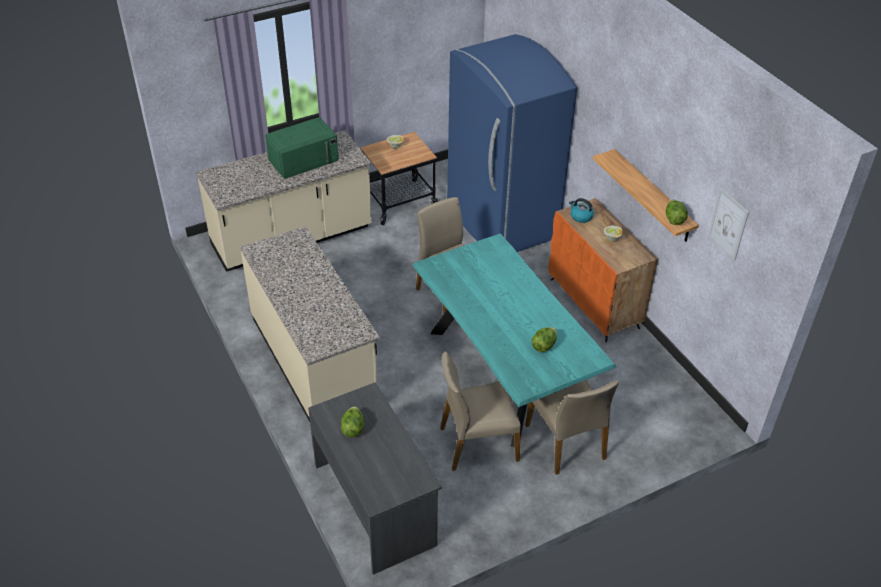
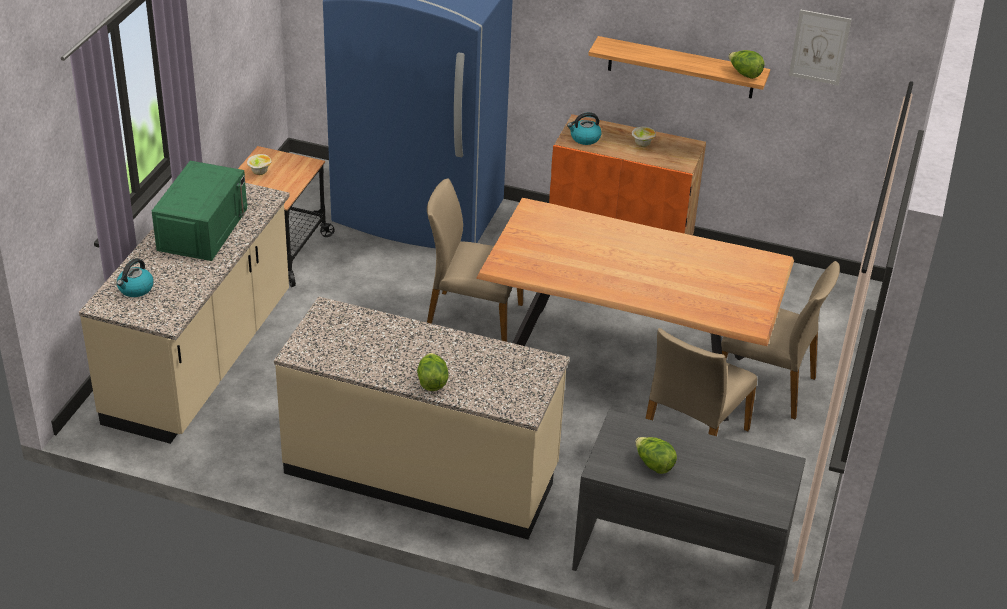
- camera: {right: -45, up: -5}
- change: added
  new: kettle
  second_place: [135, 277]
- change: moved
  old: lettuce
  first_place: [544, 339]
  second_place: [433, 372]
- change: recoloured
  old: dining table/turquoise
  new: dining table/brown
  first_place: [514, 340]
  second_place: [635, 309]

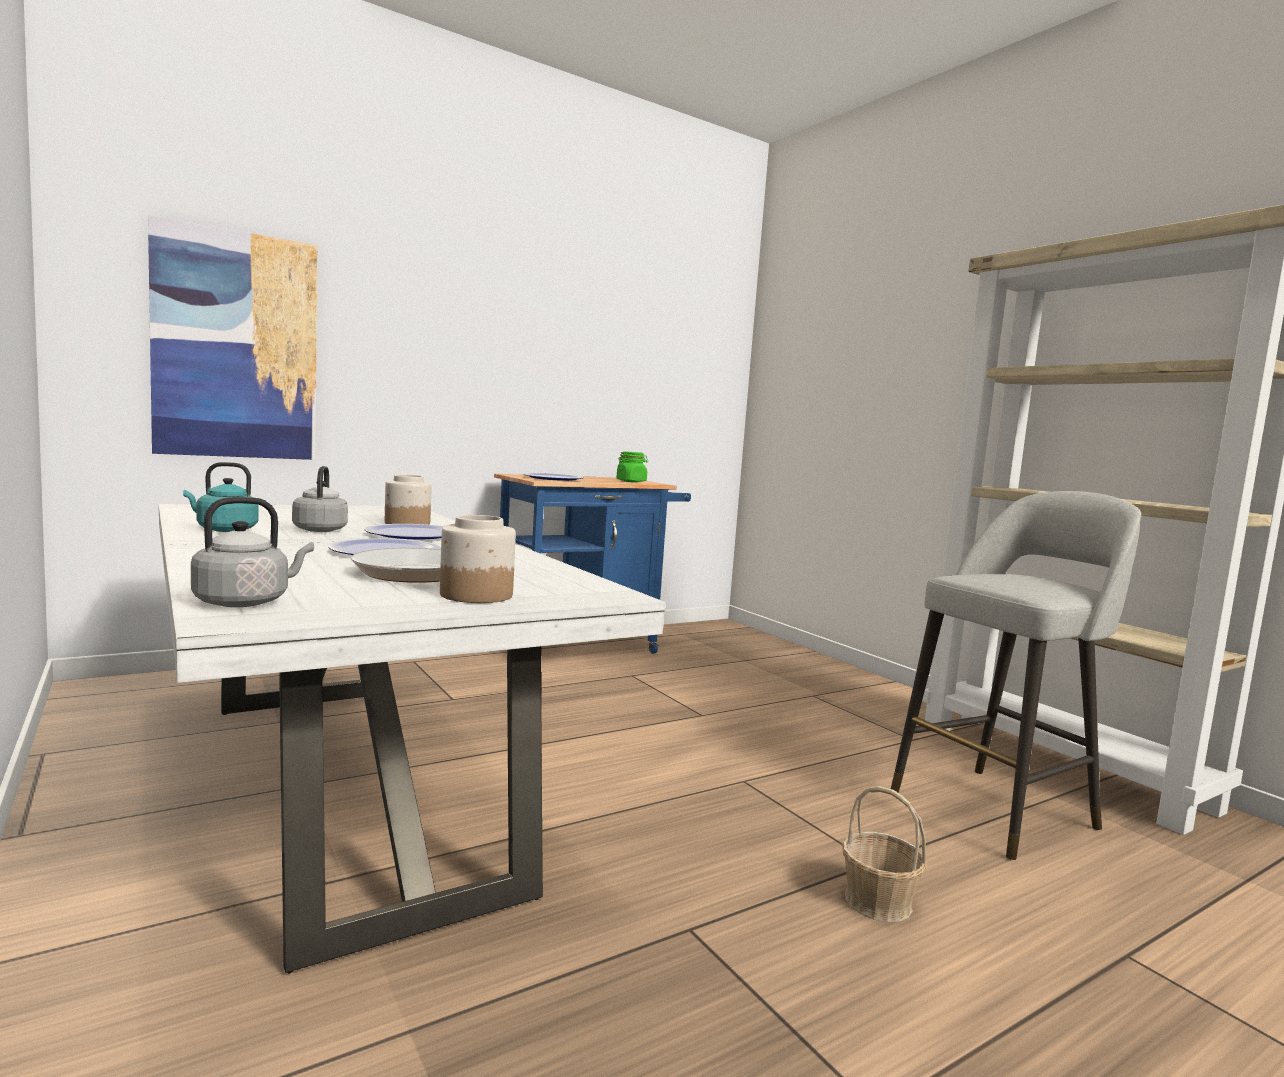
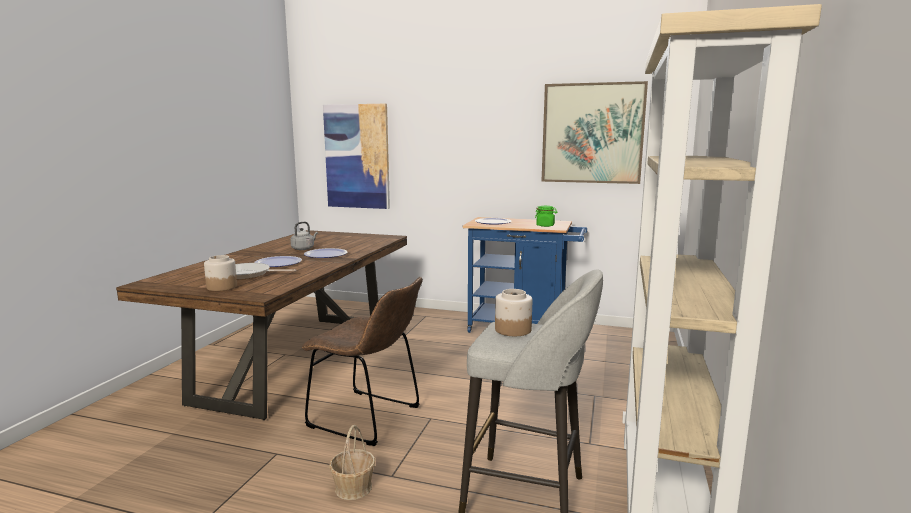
- camera: {right: 50, up: 5}
- change: removed
  old: kettle/turquoise
  first_place: [220, 497]
- change: removed
  old: kettle/grey
  first_place: [252, 552]
- change: added
  new: chair/brown
  second_place: [362, 361]
- change: added
  new: picture
  second_place: [594, 132]
- change: moved
  old: jar
  first_place: [408, 500]
  second_place: [513, 312]
- change: recoloured
  old: dining table/white
  new: dining table/brown
  first_place: [411, 738]
  second_place: [261, 325]

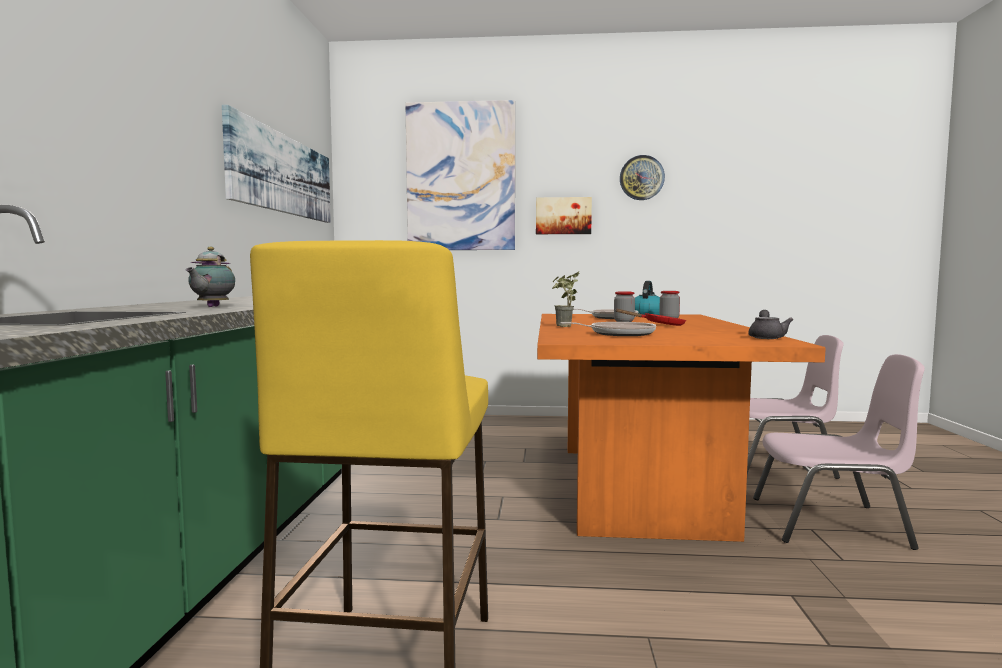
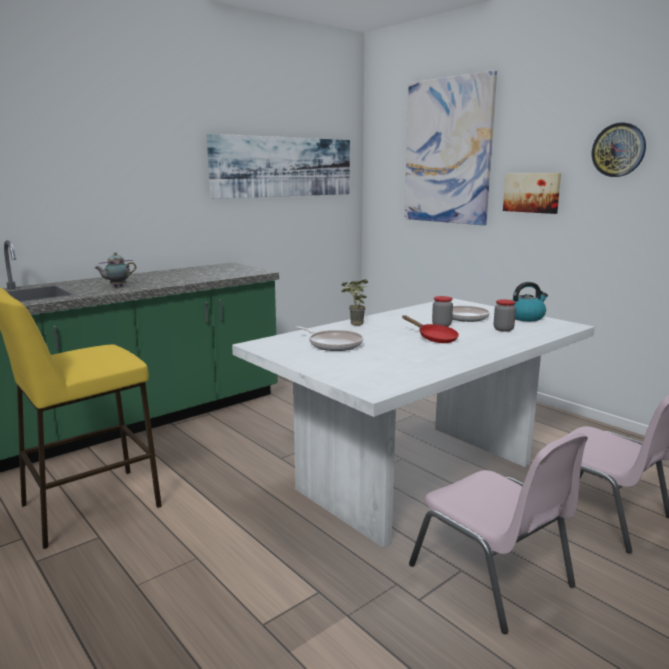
- camera: {right: 45, up: 10}
- change: removed
  old: teapot/grey
  first_place: [770, 324]
- change: recoloured
  old: dining table/orange
  new: dining table/white
  first_place: [681, 428]
  second_place: [413, 423]

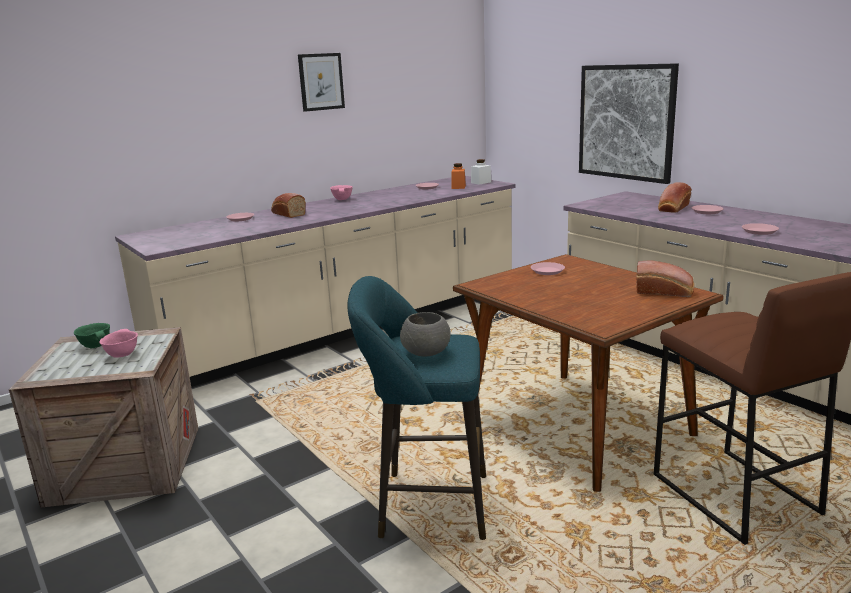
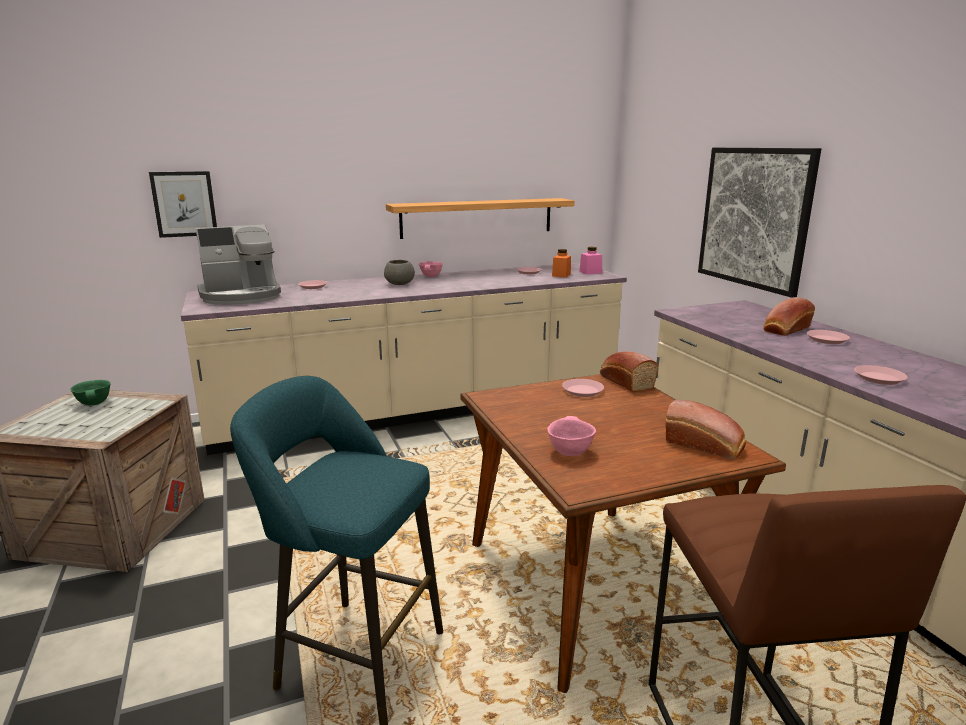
- camera: {right: 15, up: 0}
- change: added
  new: coffee machine
  second_place: [238, 265]
- change: added
  new: shelf
  second_place: [480, 218]
- change: moved
  old: bowl/pink
  first_place: [119, 343]
  second_place: [571, 436]
- change: moved
  old: bread
  first_place: [288, 205]
  second_place: [629, 372]
- change: moved
  old: picture
  first_place: [321, 82]
  second_place: [183, 204]
- change: moved
  old: bowl/grey
  first_place: [425, 334]
  second_place: [399, 272]
- change: recoloured
  old: jar/white
  new: jar/pink
  first_place: [481, 172]
  second_place: [590, 261]

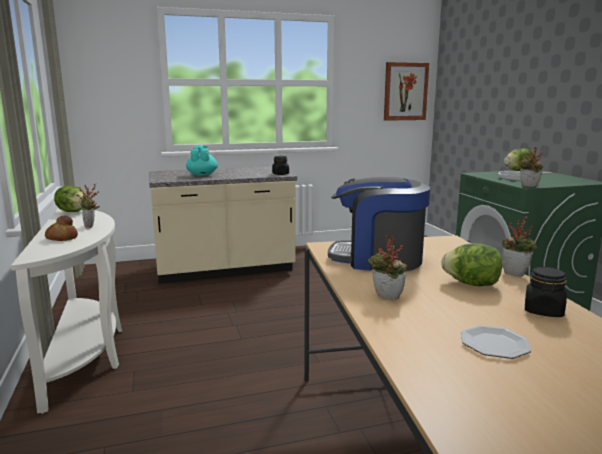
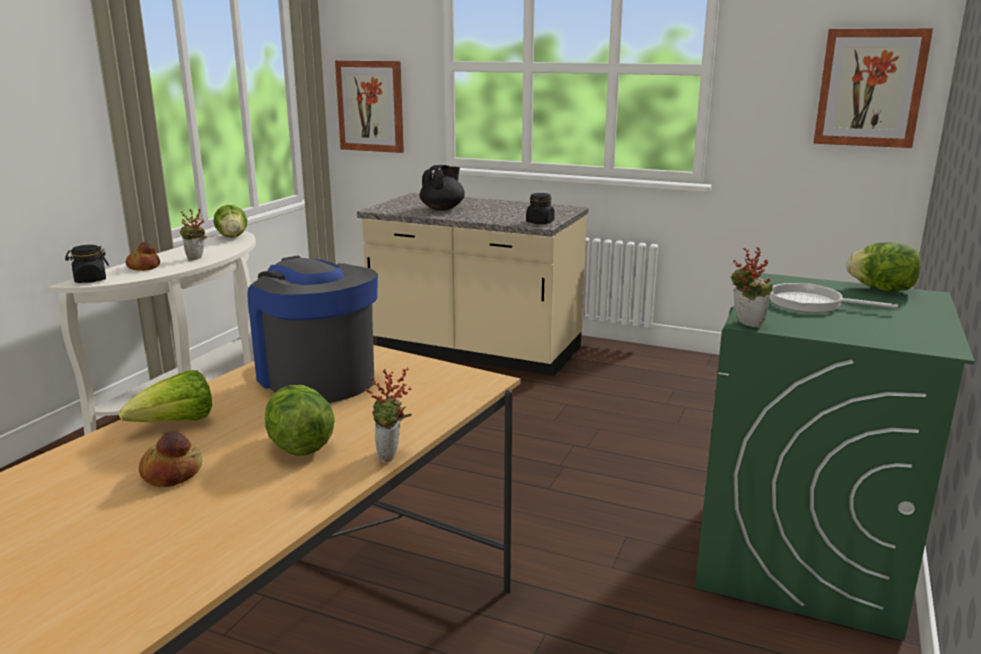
- camera: {right: 40, up: 5}
- change: removed
  old: plate
  first_place: [496, 342]
- change: added
  new: bread
  second_place: [170, 459]
- change: added
  new: picture
  second_place: [369, 106]
- change: moved
  old: jar/black
  first_place: [546, 291]
  second_place: [87, 264]
- change: replaced
  old: potted plant
  new: lettuce
  first_place: [387, 267]
  second_place: [165, 396]
- change: recoloured
  old: teapot/turquoise
  new: teapot/black
  first_place: [202, 160]
  second_place: [442, 187]

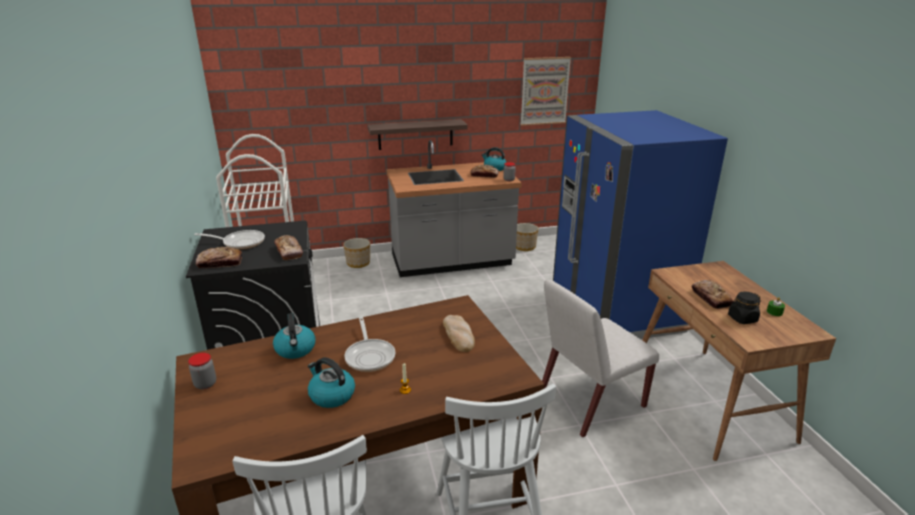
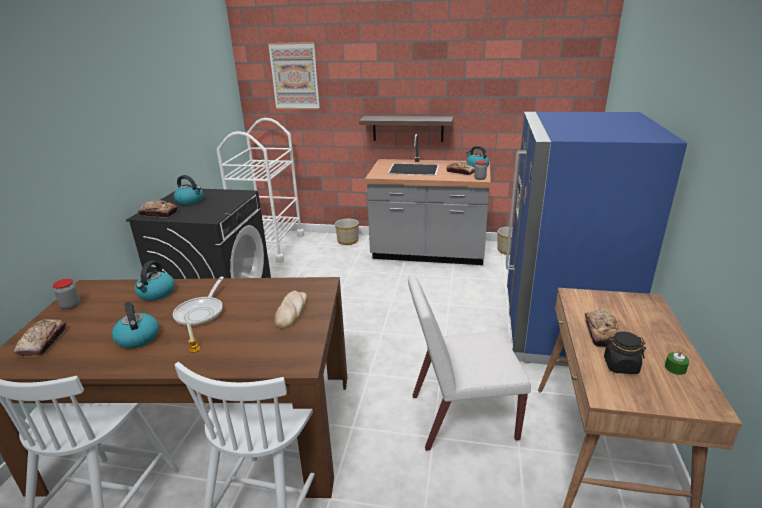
- camera: {right: 25, up: 0}
- change: moved
  old: bread
  first_place: [288, 247]
  second_place: [40, 338]
- change: moved
  old: picture
  first_place: [545, 91]
  second_place: [294, 75]
- change: replaced
  old: frying pan
  new: kettle
  first_place: [229, 240]
  second_place: [189, 190]

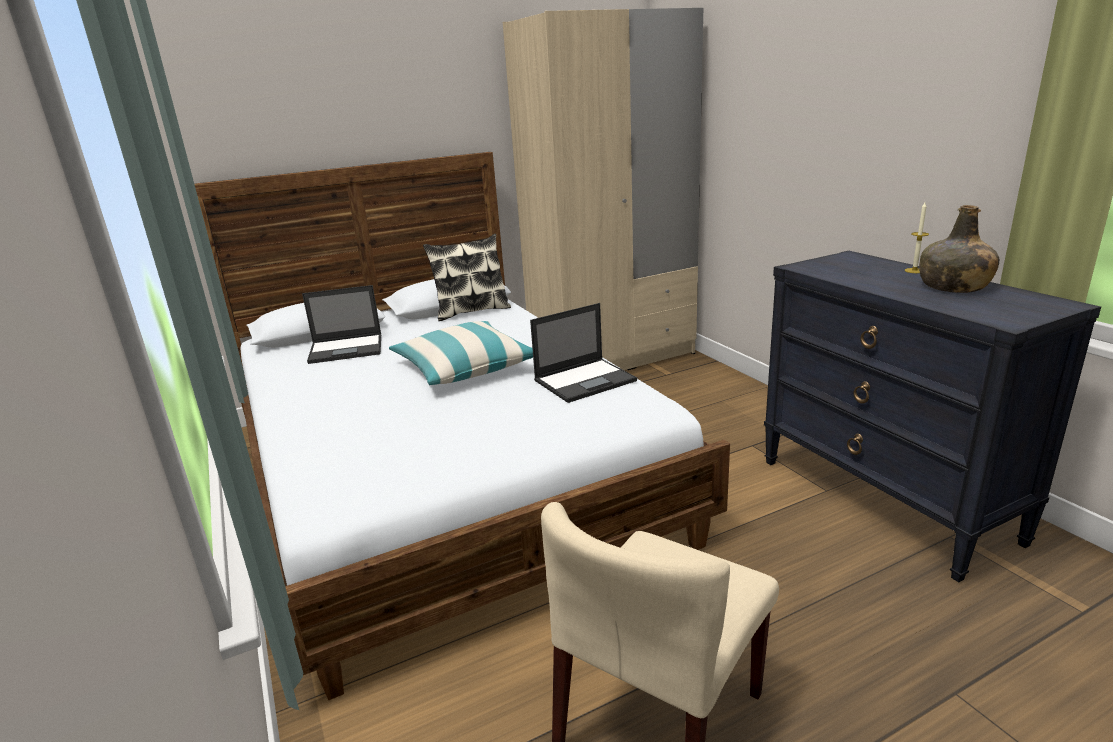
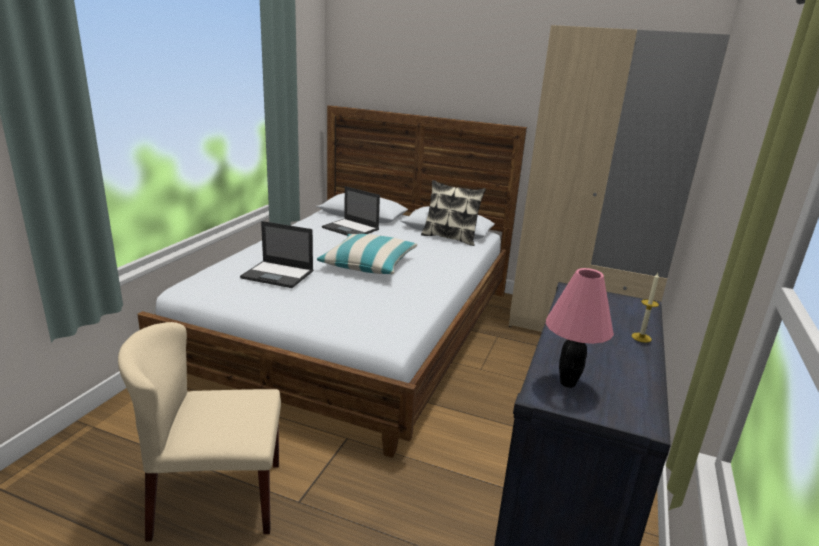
- camera: {right: 45, up: 0}
- change: removed
  old: bottle/green
  first_place: [959, 249]
- change: added
  new: table lamp/pink
  second_place: [580, 328]
- change: moved
  old: laptop
  first_place: [583, 353]
  second_place: [276, 254]

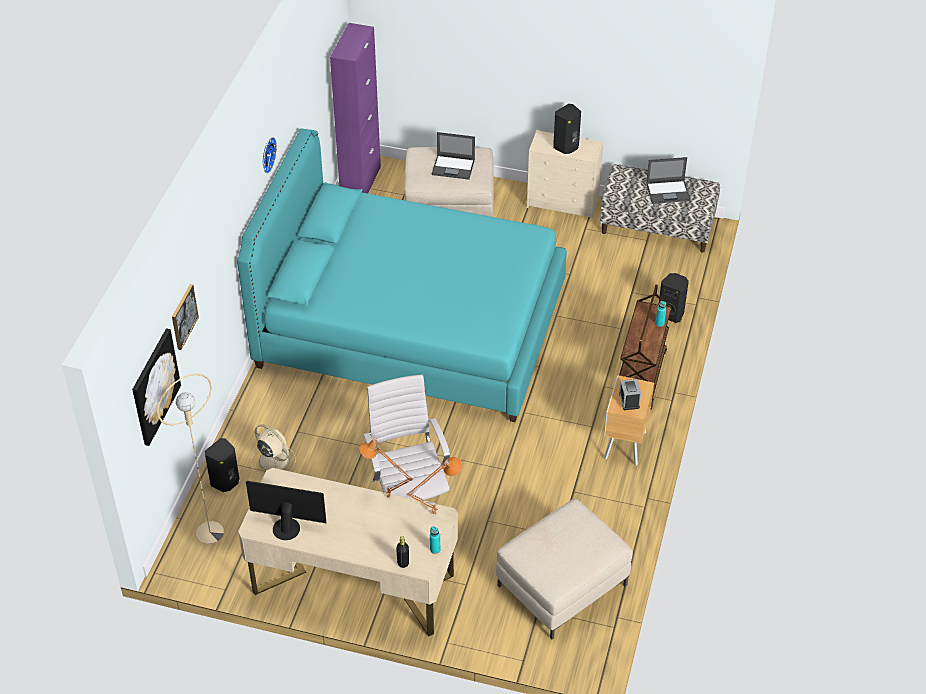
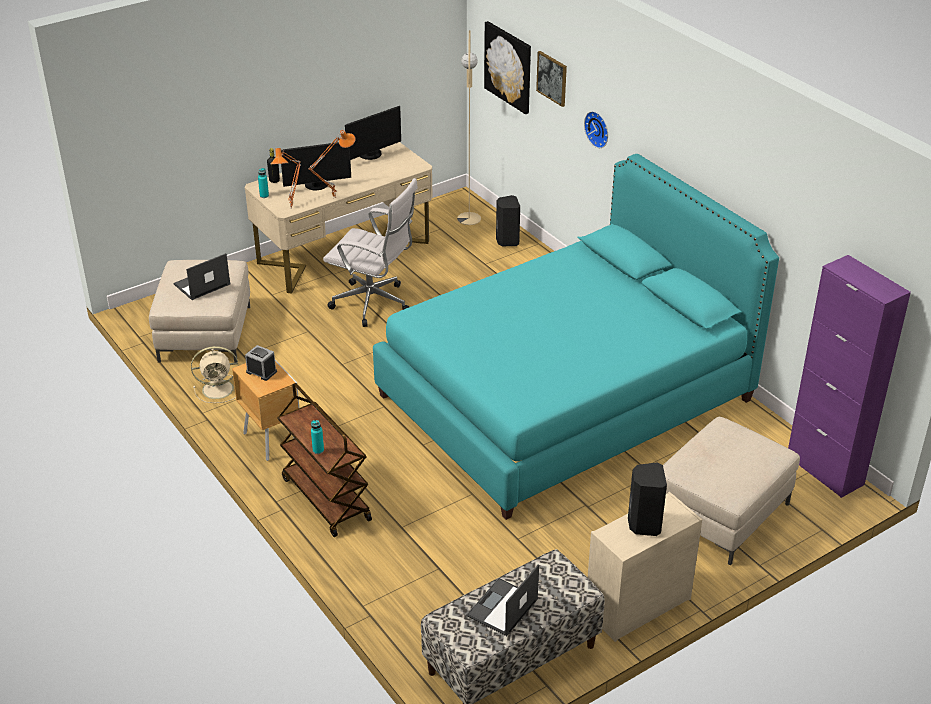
- camera: {right: 130, up: -10}
- change: removed
  old: speaker/black
  first_place: [674, 298]
- change: added
  new: monitor
  second_place: [316, 166]
- change: moved
  old: fan/beige
  first_place: [273, 449]
  second_place: [214, 374]
- change: moved
  old: wall clock
  first_place: [270, 155]
  second_place: [596, 129]
- change: moved
  old: laptop
  first_place: [453, 156]
  second_place: [202, 276]

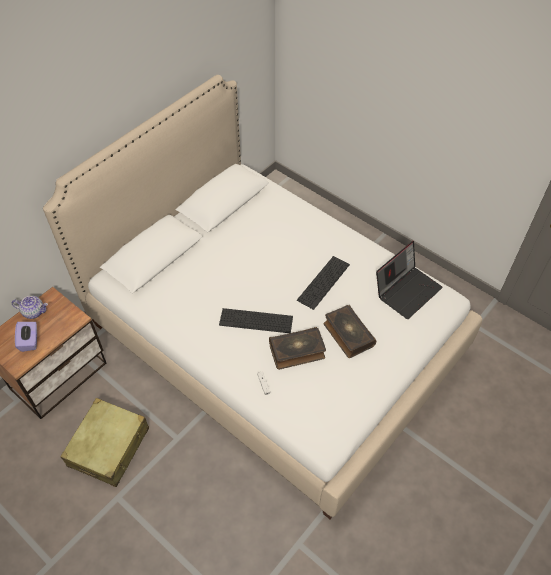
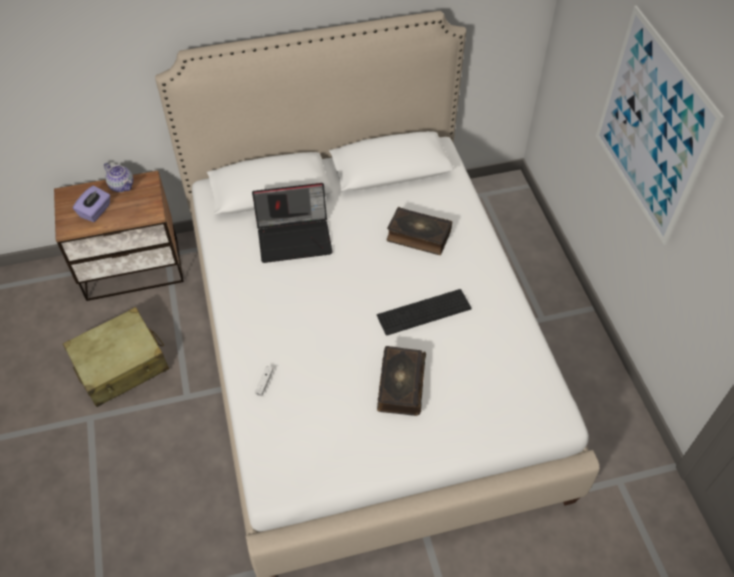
- camera: {right: 35, up: 0}
- change: removed
  old: keyboard
  first_place: [256, 320]
- change: added
  new: picture
  second_place: [660, 125]
- change: moved
  old: book
  first_place: [297, 348]
  second_place: [419, 231]
- change: moved
  old: laptop
  first_place: [409, 280]
  second_place: [292, 223]

